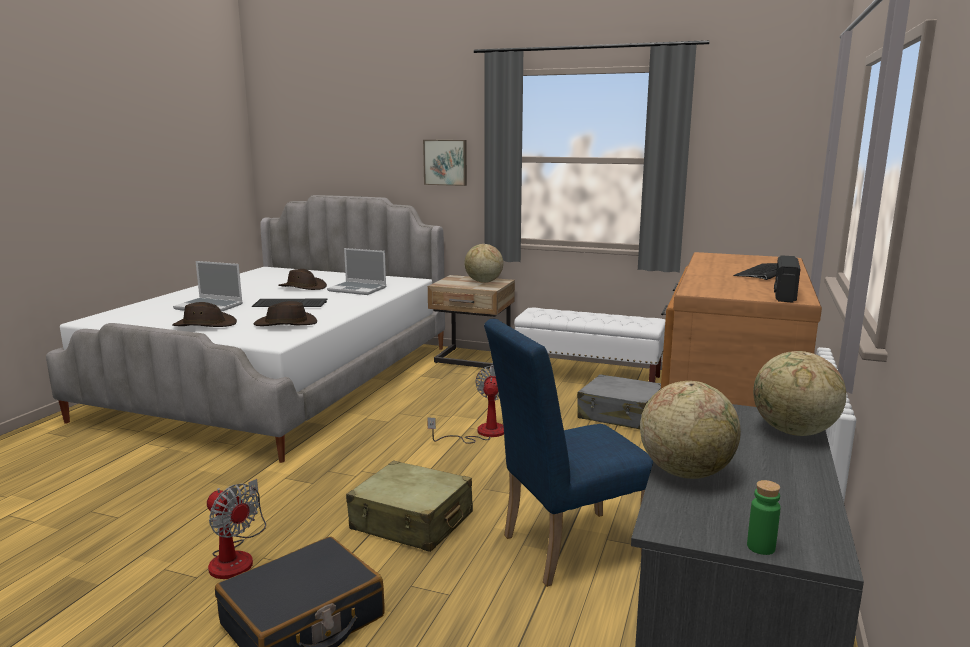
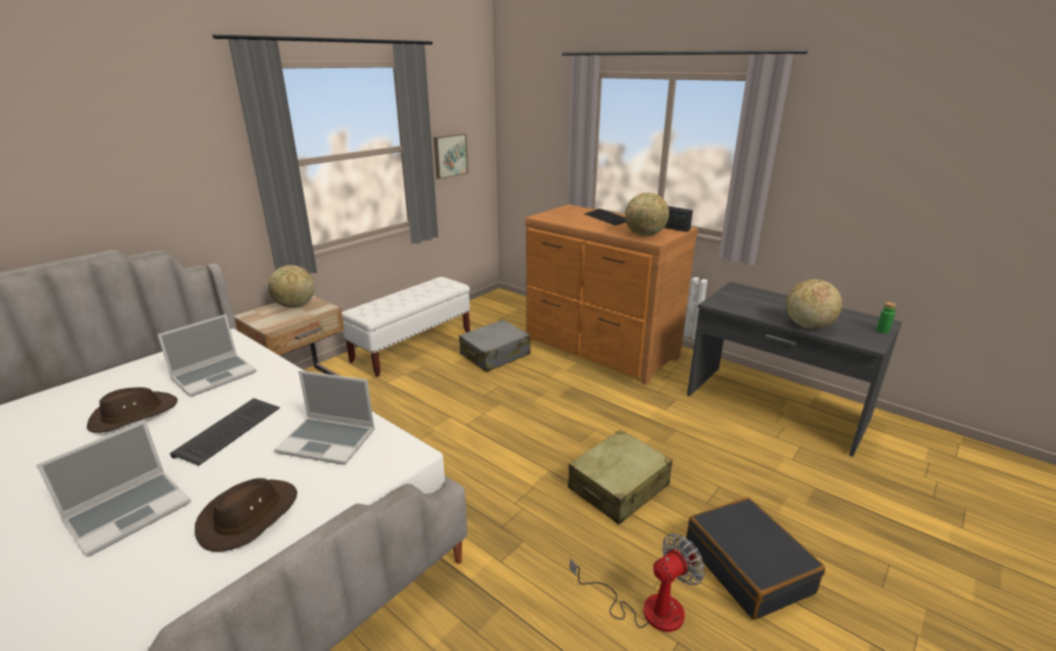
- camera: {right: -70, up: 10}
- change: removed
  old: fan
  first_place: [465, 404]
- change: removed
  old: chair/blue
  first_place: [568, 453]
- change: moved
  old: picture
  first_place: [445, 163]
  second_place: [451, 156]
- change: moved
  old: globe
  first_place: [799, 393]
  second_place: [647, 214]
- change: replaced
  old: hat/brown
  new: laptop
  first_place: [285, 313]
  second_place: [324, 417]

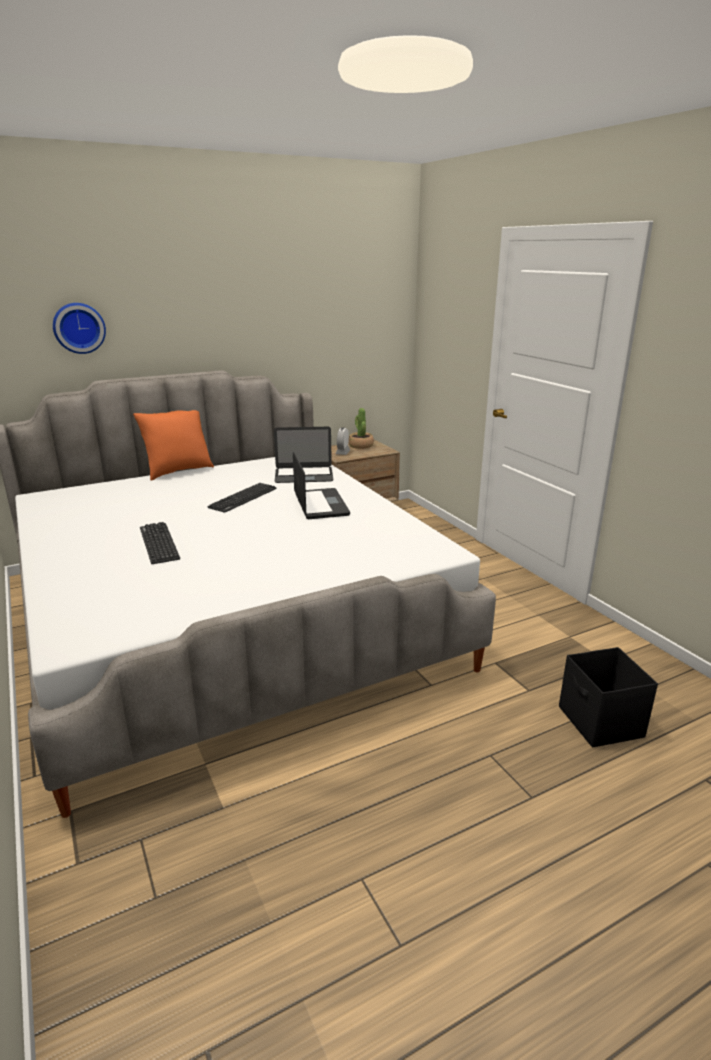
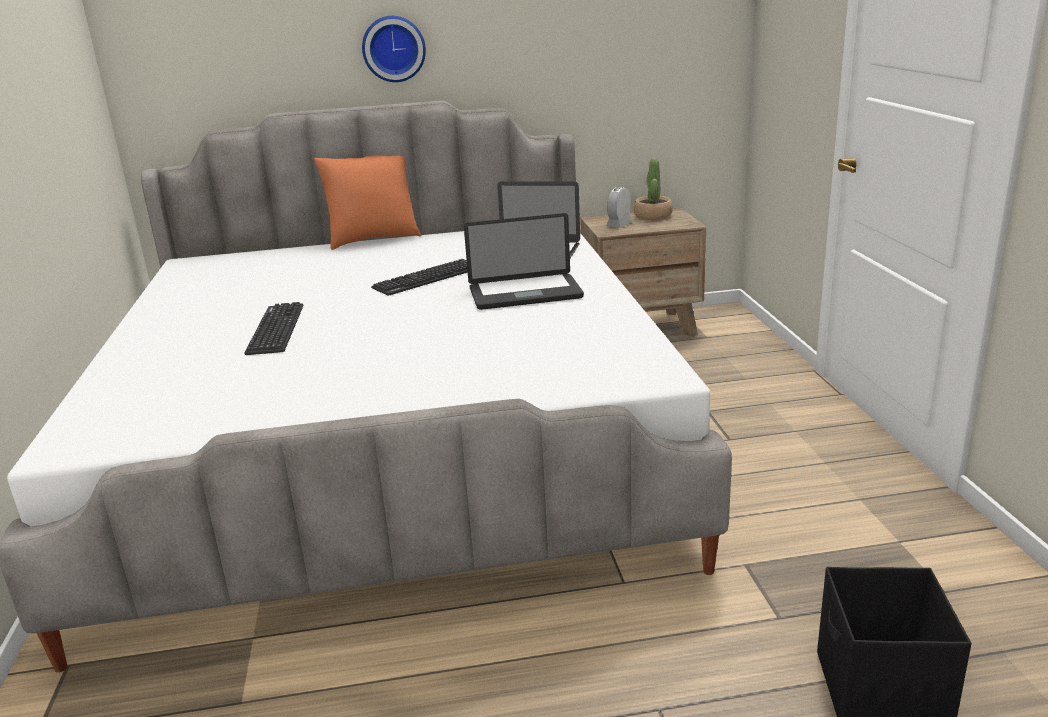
- camera: {right: 20, up: 0}
- change: moved
  old: wall clock
  first_place: [79, 328]
  second_place: [394, 49]
- change: turned
  old: laptop
  first_place: [321, 485]
  second_place: [524, 261]
  degrees: 75

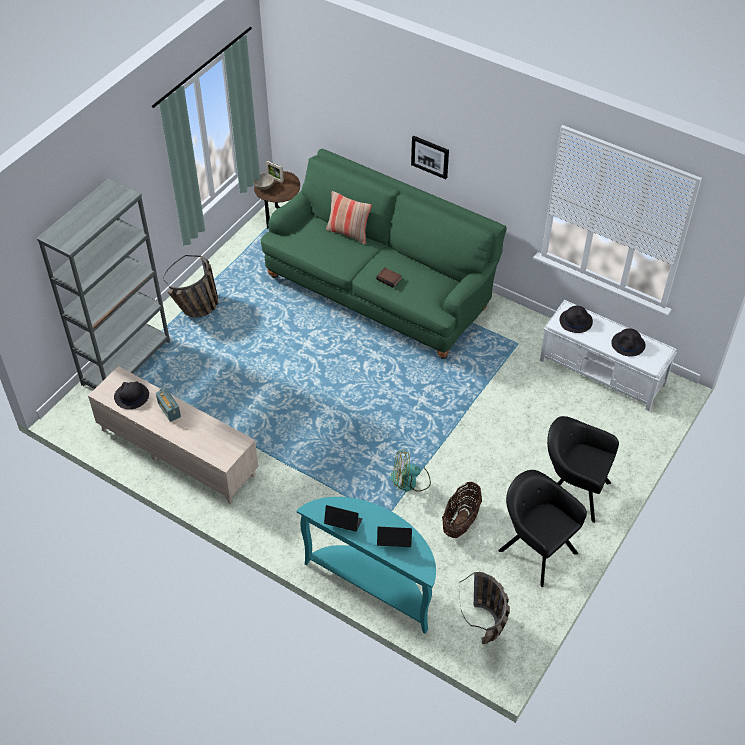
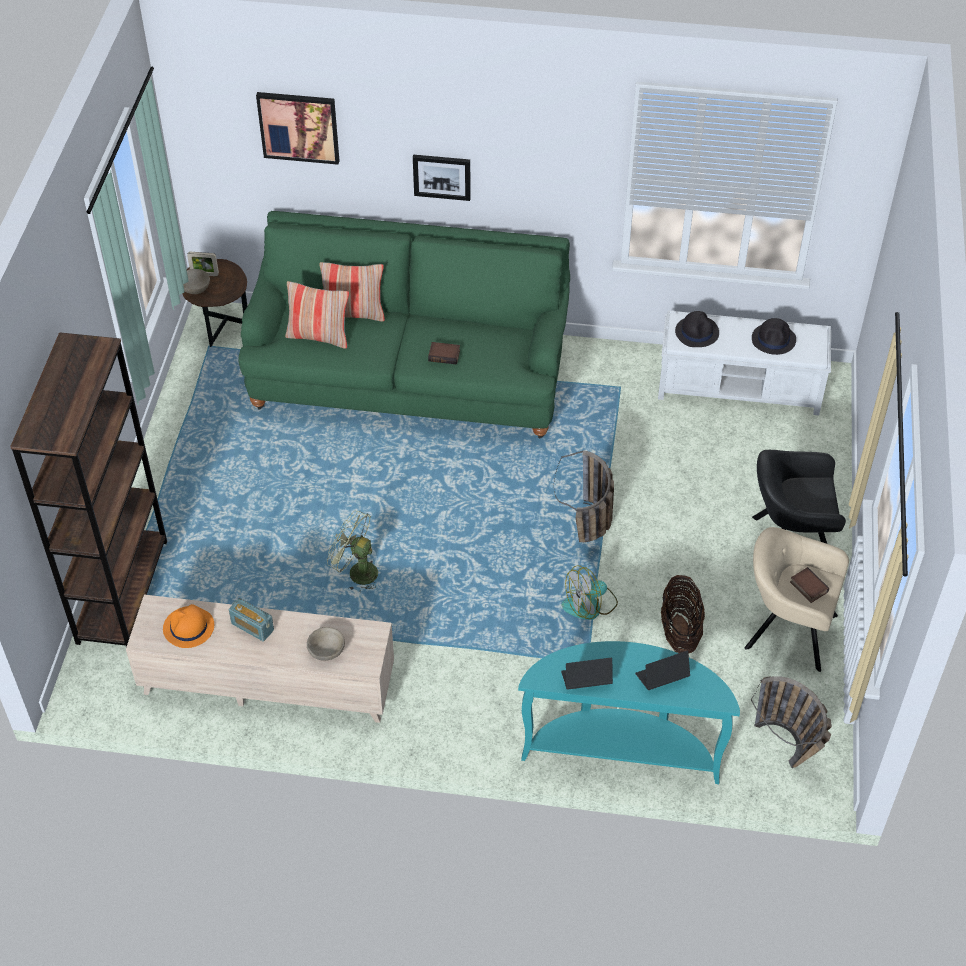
- camera: {right: -25, up: 0}
- change: added
  new: picture
  second_place: [297, 128]
- change: added
  new: pillow
  second_place: [317, 315]
- change: added
  new: bowl/beige
  second_place: [326, 644]
- change: added
  new: fan/green
  second_place: [352, 550]
- change: added
  new: book
  second_place: [809, 585]
- change: moved
  old: basket
  first_place: [191, 286]
  second_place: [584, 496]
- change: recoloured
  old: bookcase/grey
  new: bookcase/brown
  first_place: [103, 284]
  second_place: [88, 489]
- change: recoloured
  old: hat/black
  new: hat/orange
  first_place: [131, 395]
  second_place: [188, 626]
- change: recoloured
  old: armchair/black
  new: armchair/beige
  first_place: [542, 528]
  second_place: [797, 599]

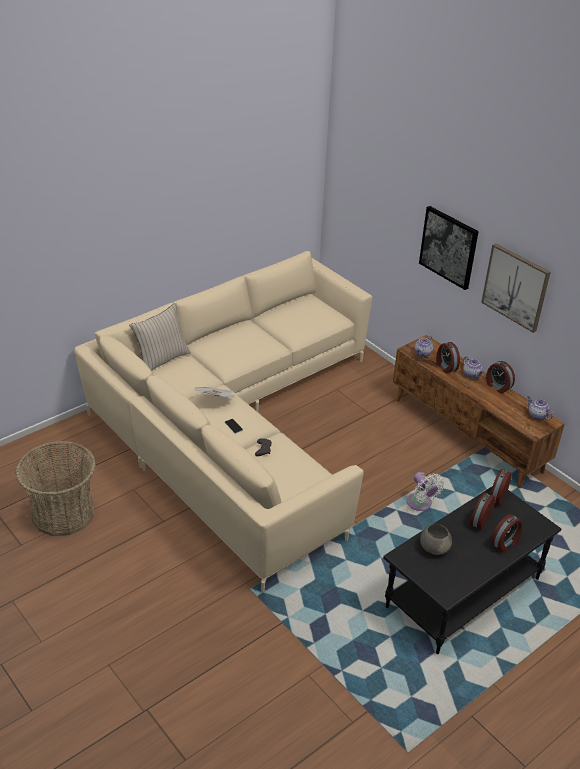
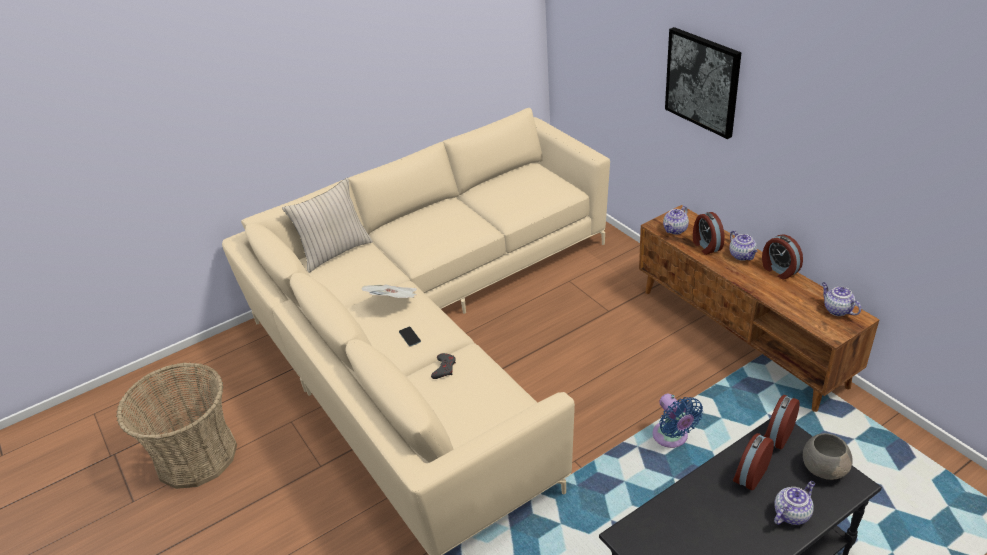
- camera: {right: 10, up: 0}
- change: removed
  old: picture
  first_place: [516, 288]
- change: moved
  old: bowl/grey
  first_place: [436, 539]
  second_place: [828, 456]
- change: replaced
  old: alarm clock
  new: teapot
  first_place: [506, 533]
  second_place: [794, 503]
- change: recoloured
  old: fan/white
  new: fan/blue
  first_place: [425, 491]
  second_place: [678, 421]

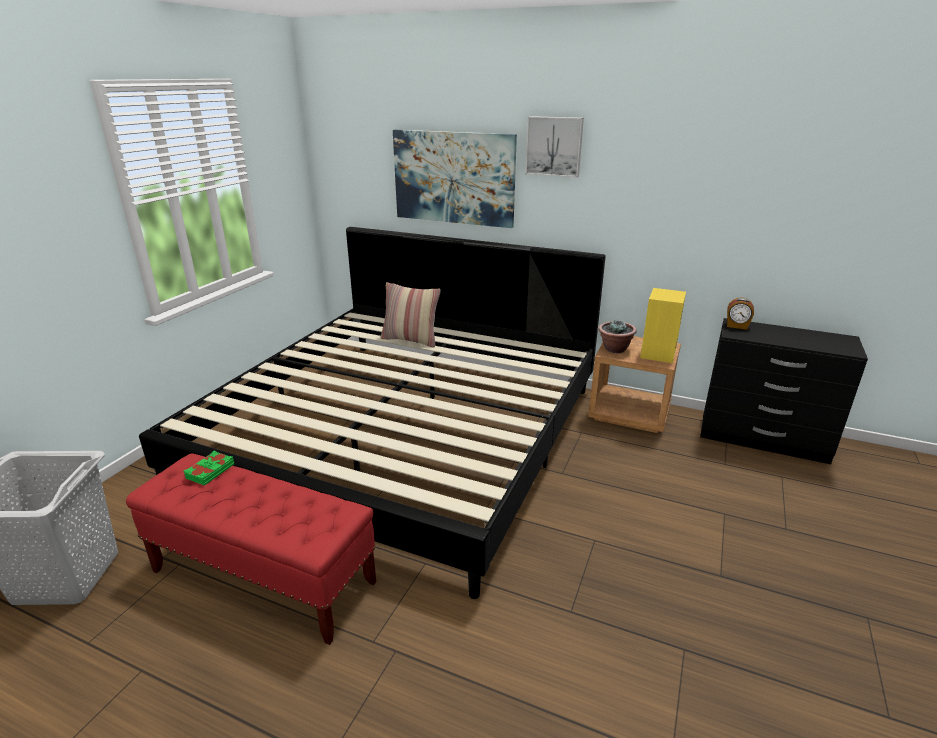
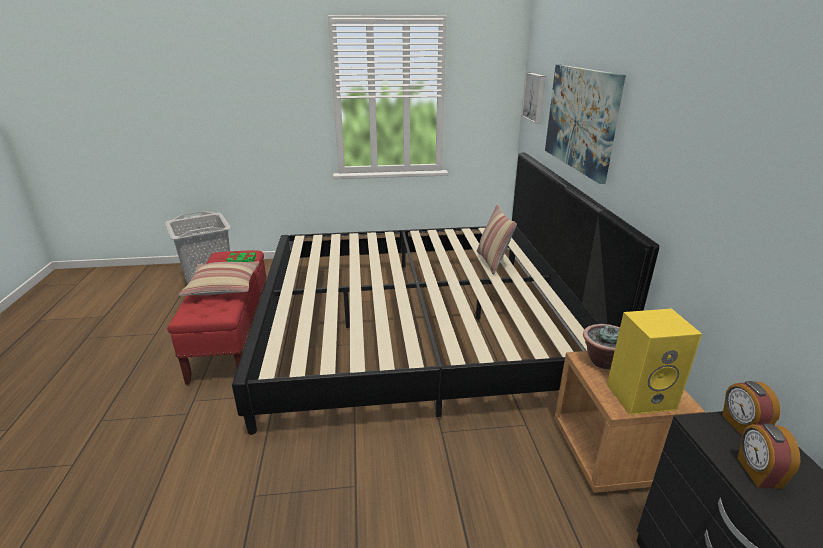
- camera: {right: 60, up: 0}
- change: added
  new: pillow
  second_place: [219, 278]
- change: added
  new: alarm clock
  second_place: [768, 456]
- change: moved
  old: picture
  first_place: [554, 146]
  second_place: [533, 98]

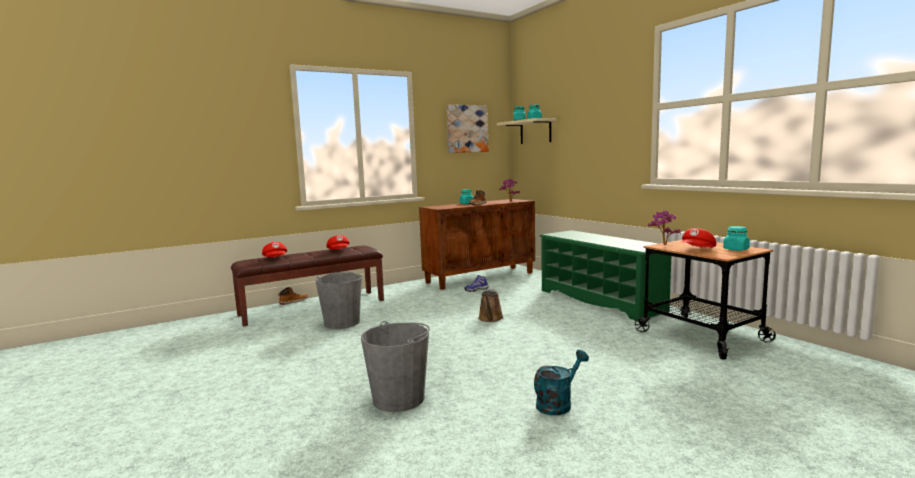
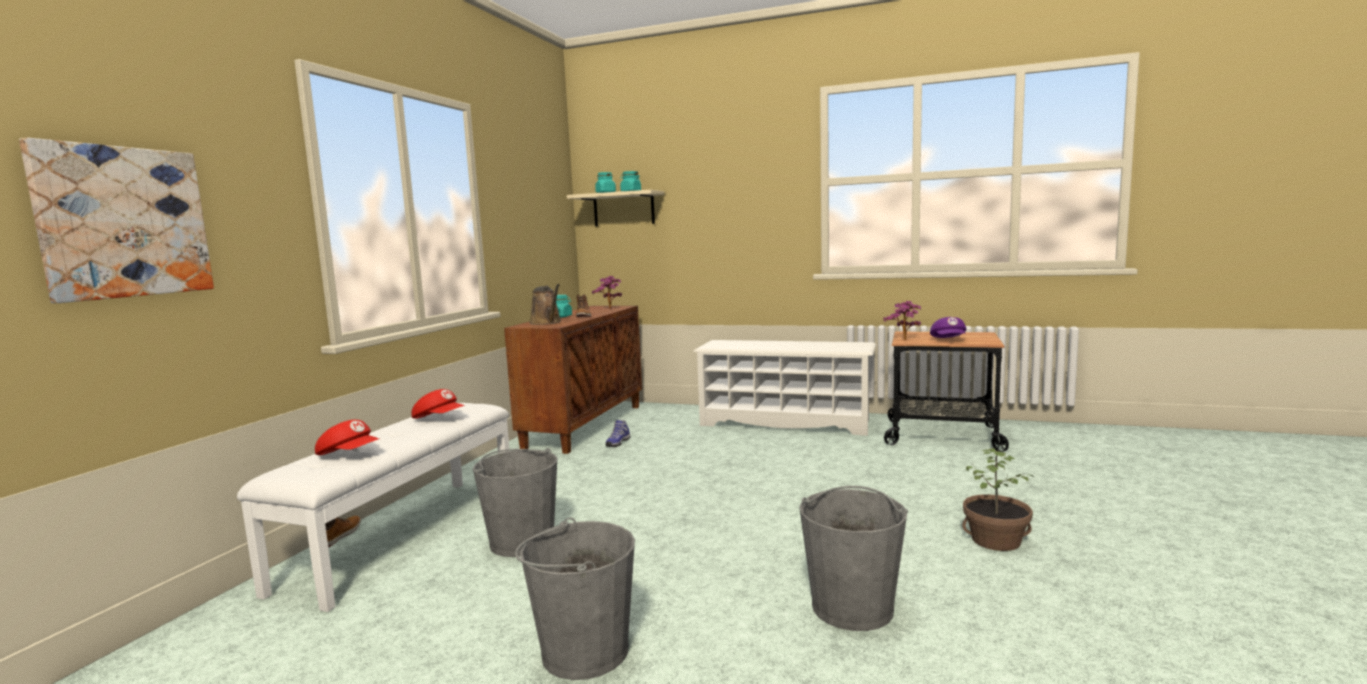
- camera: {right: -40, up: 0}
- change: removed
  old: jar/turquoise
  first_place: [736, 238]
- change: added
  new: bucket/grey
  second_place: [575, 598]
- change: moved
  old: picture
  first_place: [467, 129]
  second_place: [116, 220]
- change: moved
  old: watering can/brown
  first_place: [491, 305]
  second_place: [545, 304]
- change: replaced
  old: watering can/turquoise
  new: potted plant
  first_place: [561, 382]
  second_place: [998, 499]
- change: recoloured
  old: bench/brown
  new: bench/white
  first_place: [307, 286]
  second_place: [373, 507]
- change: recoloured
  old: shoe rack/green
  new: shoe rack/white
  first_place: [605, 275]
  second_place: [784, 388]
- change: recoloured
  old: cap/red
  new: cap/purple
  first_place: [699, 238]
  second_place: [948, 327]

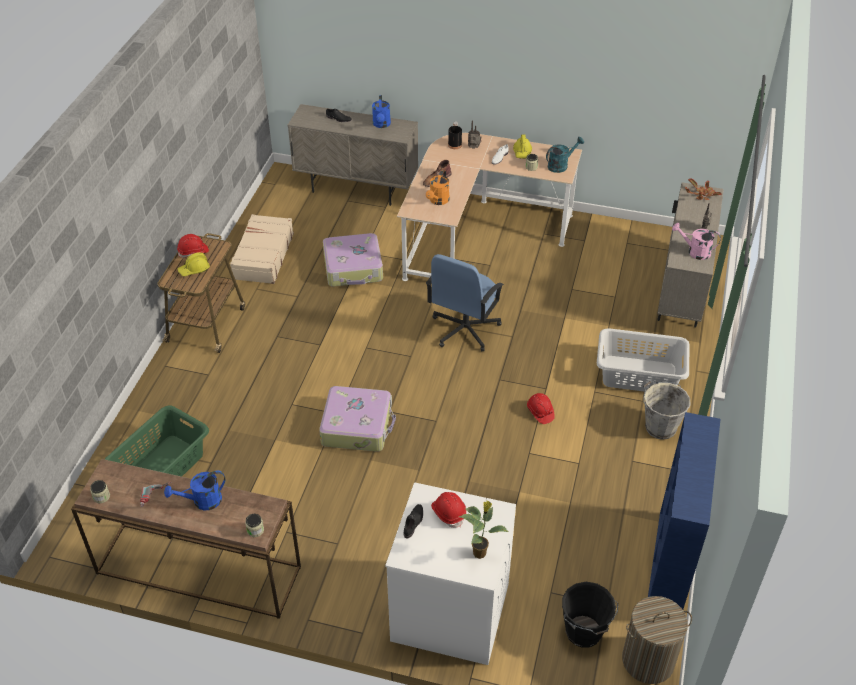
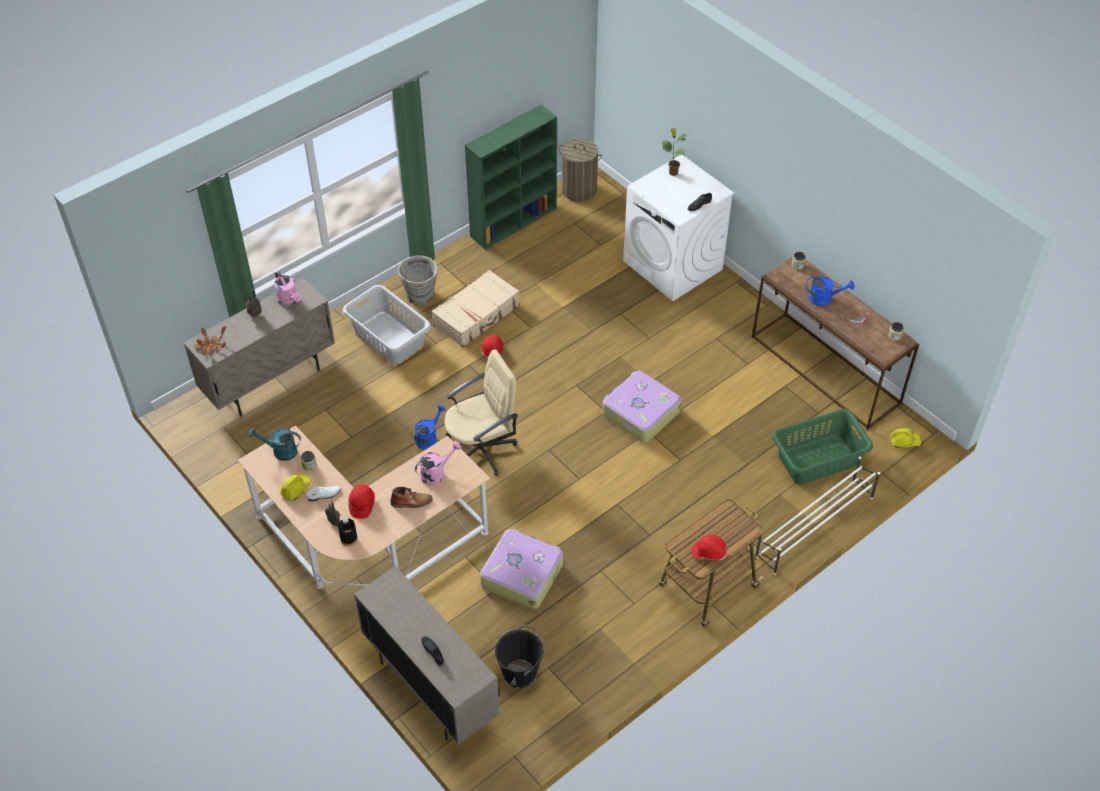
- camera: {right: -145, up: 5}
- change: added
  new: shoe rack/white
  second_place: [817, 516]
- change: moved
  old: hard hat/yellow
  first_place: [194, 264]
  second_place: [906, 438]
- change: moved
  old: suitcase/beige
  first_place: [262, 249]
  second_place: [476, 308]
- change: moved
  old: watering can/blue
  first_place: [381, 111]
  second_place: [430, 427]
- change: moved
  old: hard hat/red
  first_place: [448, 510]
  second_place: [361, 501]
- change: moved
  old: bucket/black
  first_place: [590, 615]
  second_place: [521, 656]
- change: recoloured
  old: watering can/orange
  new: watering can/pink
  first_place: [438, 187]
  second_place: [438, 463]
- change: recoloured
  old: office chair/blue
  new: office chair/beige
  first_place: [465, 302]
  second_place: [481, 412]
- change: recoloured
  old: bookcase/blue
  new: bookcase/green
  first_place: [684, 510]
  second_place: [511, 177]

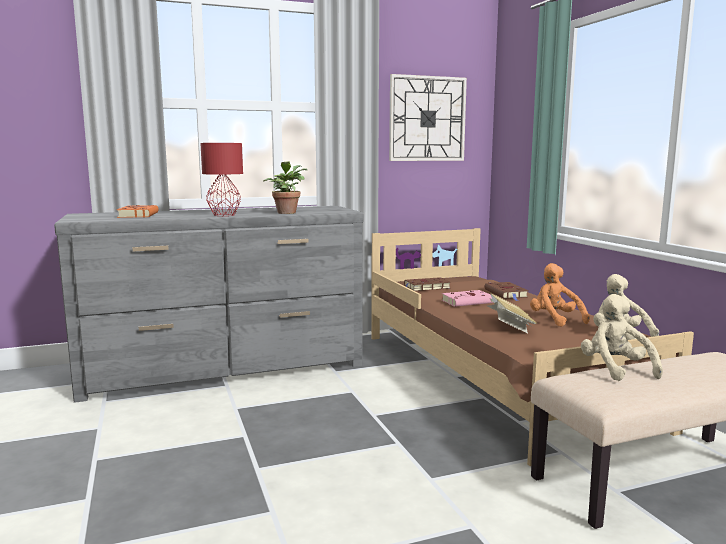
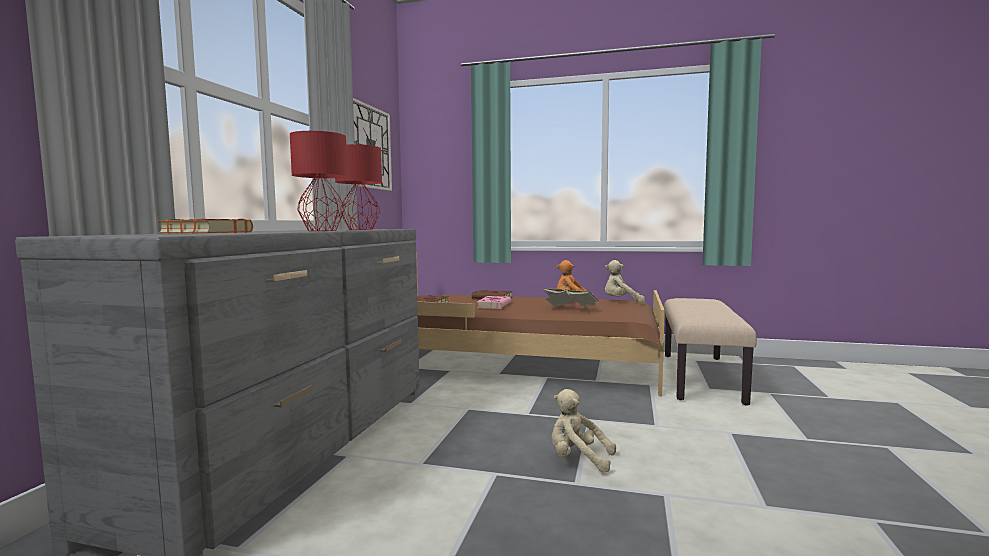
- camera: {right: -55, up: -5}
- change: moved
  old: plush toy/beige
  first_place: [622, 337]
  second_place: [584, 430]
- change: replaced
  old: potted plant
  new: table lamp/red
  first_place: [285, 187]
  second_place: [358, 187]

